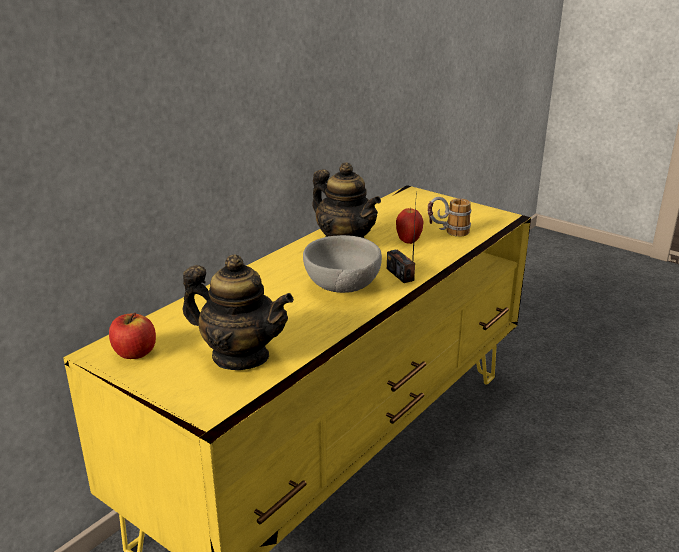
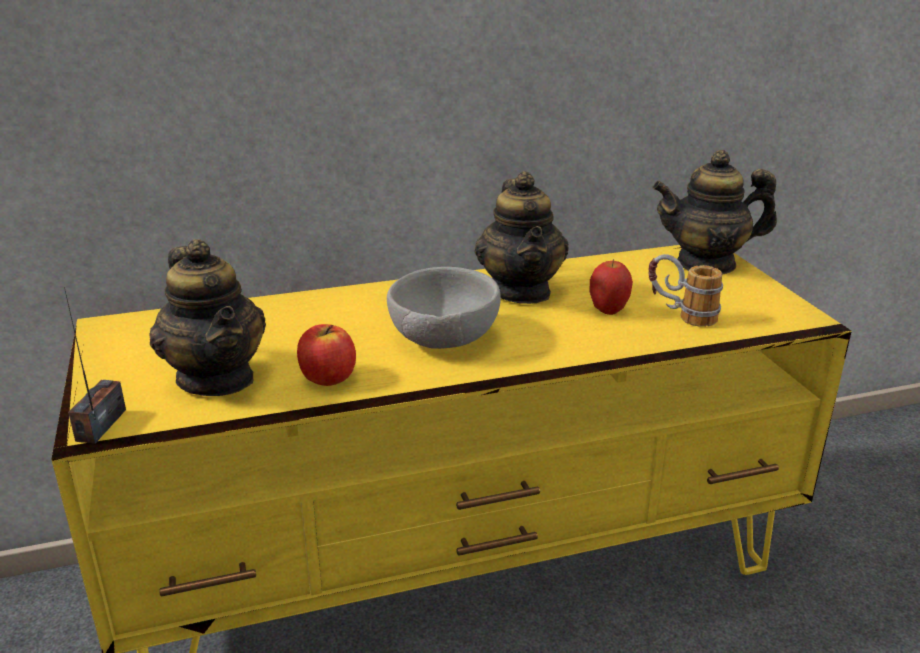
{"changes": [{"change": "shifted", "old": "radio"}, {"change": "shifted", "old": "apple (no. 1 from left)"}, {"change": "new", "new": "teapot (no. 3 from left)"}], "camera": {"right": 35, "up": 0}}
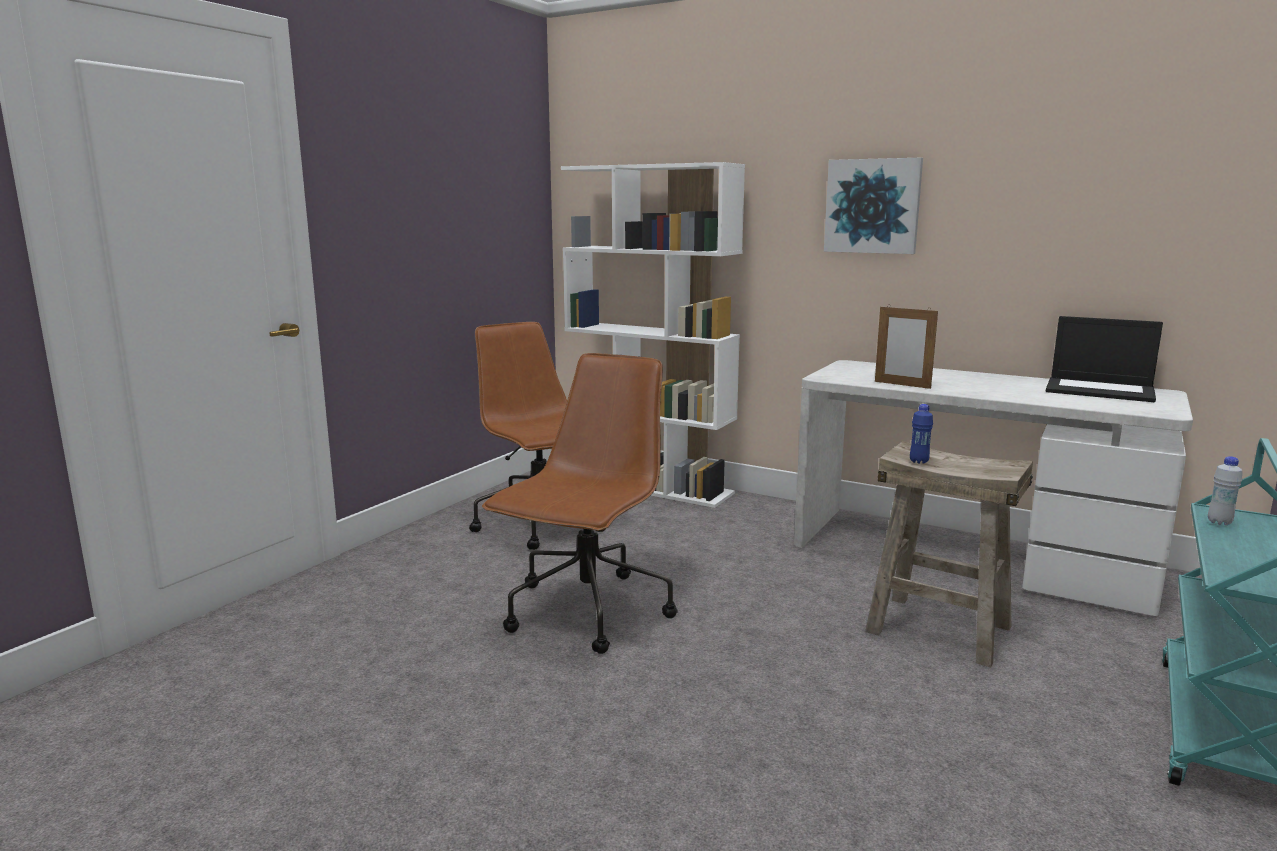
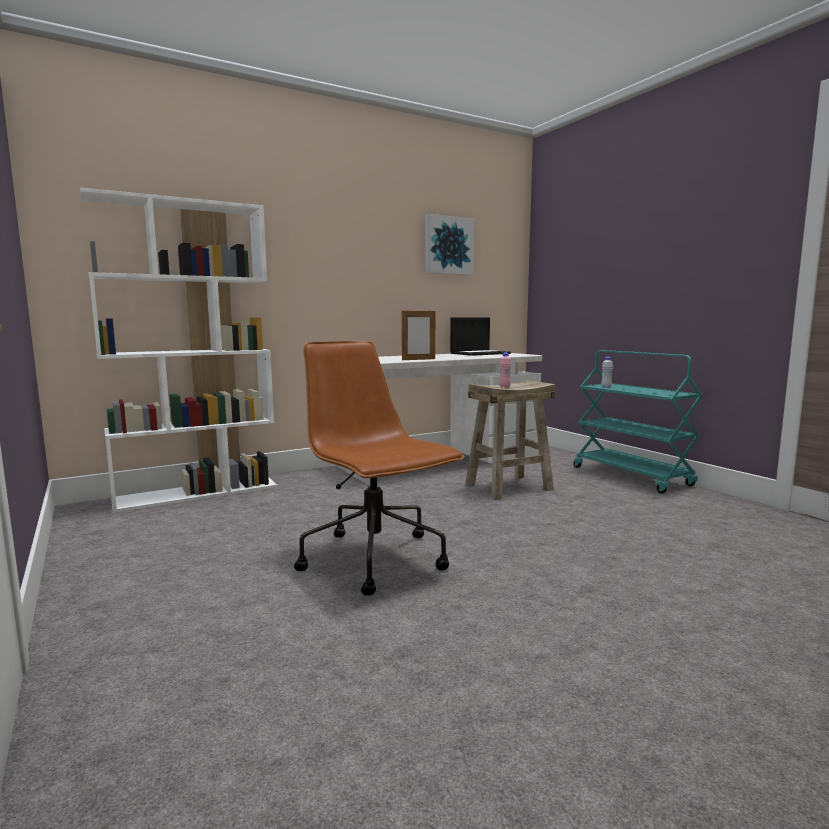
{"changes": [{"change": "shifted", "old": "picture"}, {"change": "gone", "old": "office chair/brown (no. 1 from left)"}, {"change": "repainted", "old": "bottle/blue", "new": "bottle/pink"}], "camera": {"right": -60, "up": -5}}
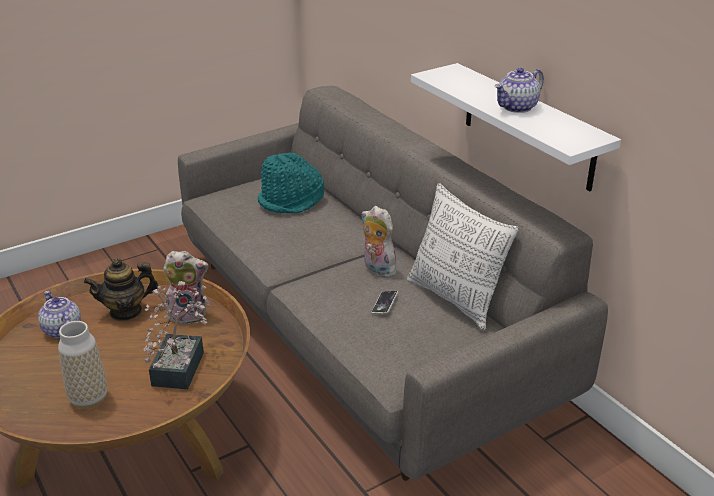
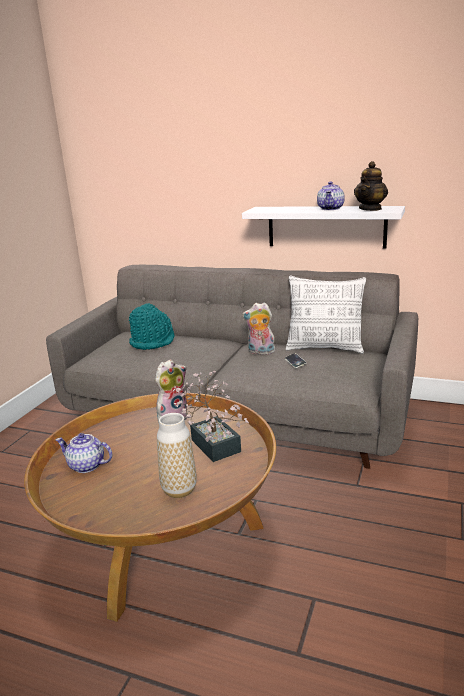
{"changes": [{"change": "shifted", "old": "teapot (no. 2 from left in the first image)", "new": "teapot (no. 3 from left)"}], "camera": {"right": -35, "up": -10}}
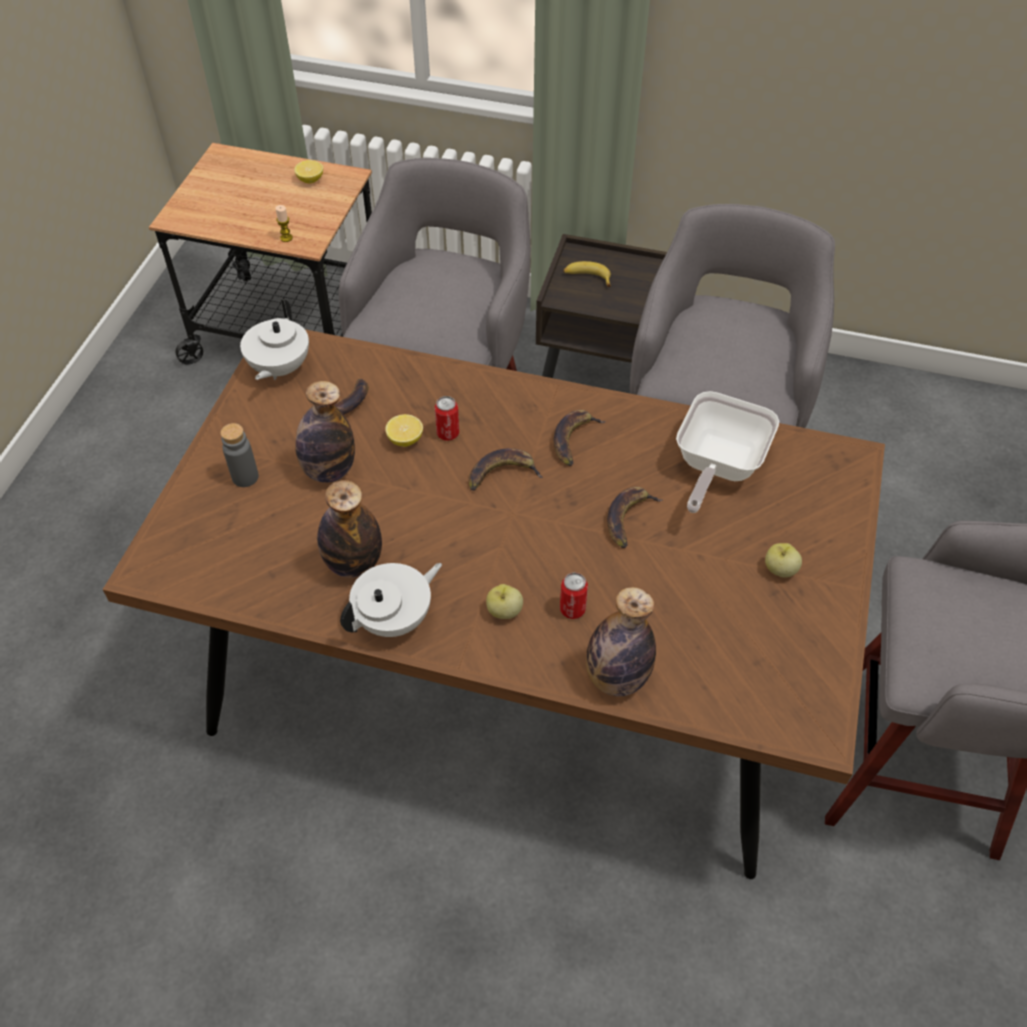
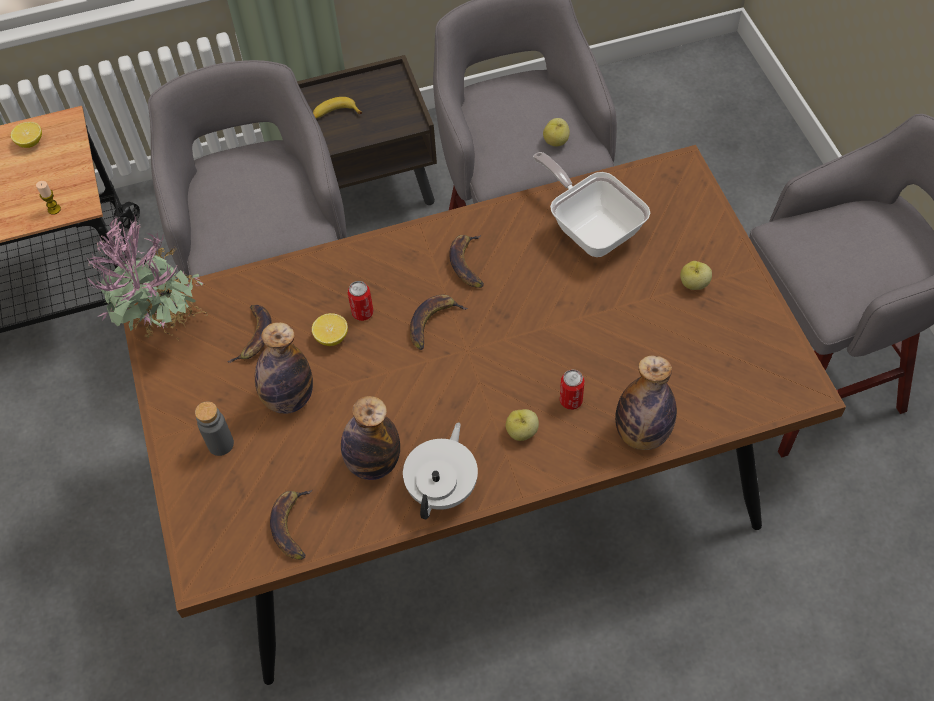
{"changes": [{"change": "swapped", "old": "teapot/white (no. 1 from left)", "new": "potted plant"}, {"change": "rotated", "old": "frying pan", "degrees": 150}, {"change": "shifted", "old": "banana (no. 5 from left in the first image)", "new": "banana (no. 2 from left)"}, {"change": "new", "new": "apple (no. 2 from left)"}], "camera": {"right": -30, "up": 5}}
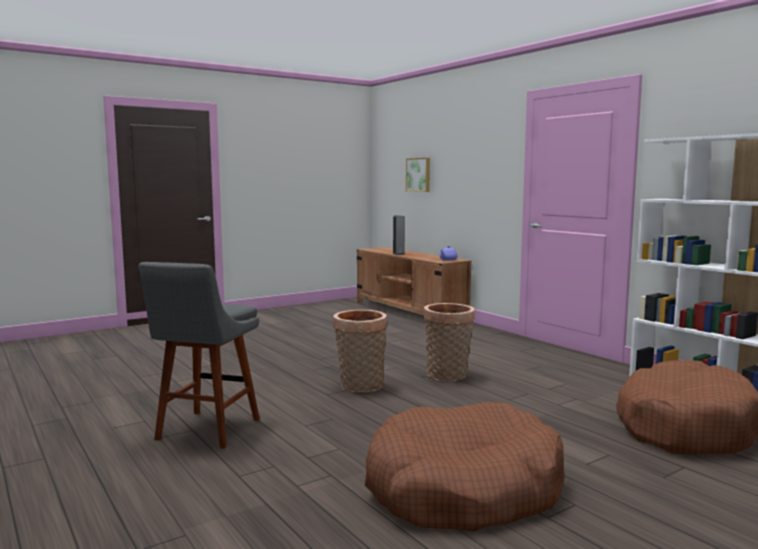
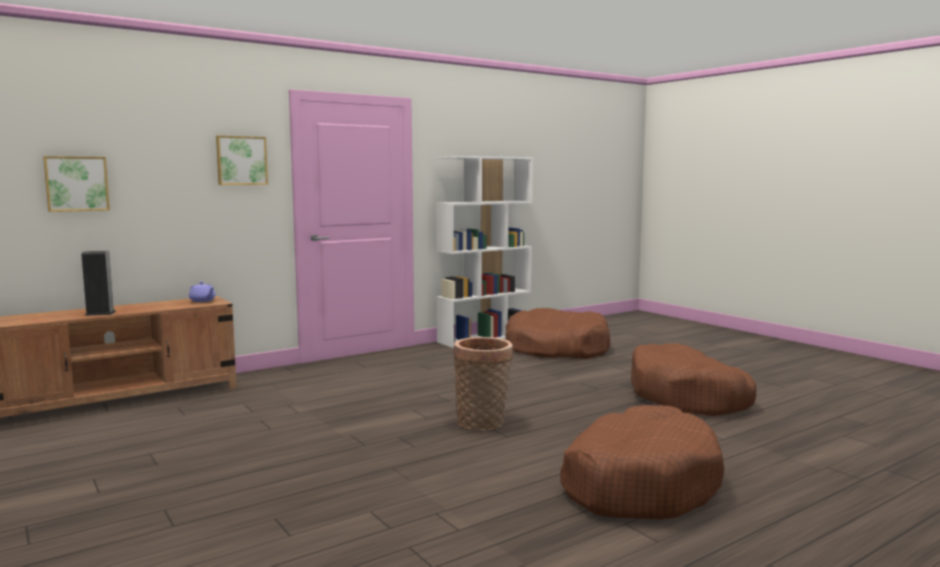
{"changes": [{"change": "swapped", "old": "stool/grey", "new": "dog bed/brown (no. 2 from left)"}, {"change": "gone", "old": "basket (no. 2 from left)"}, {"change": "new", "new": "picture (no. 2 from left)"}], "camera": {"right": -90, "up": 0}}
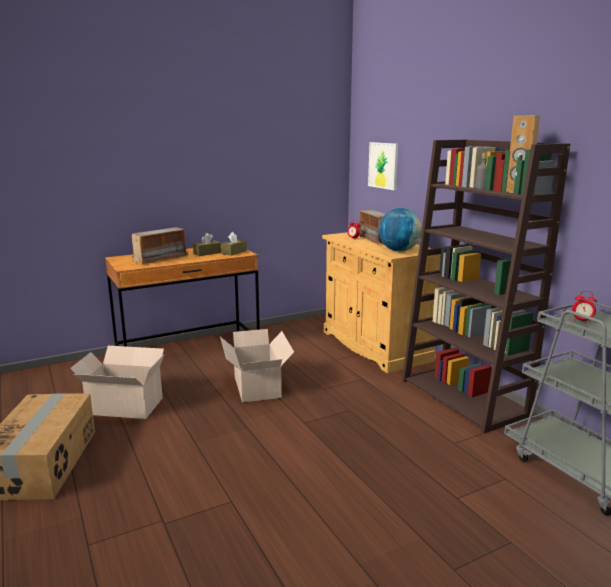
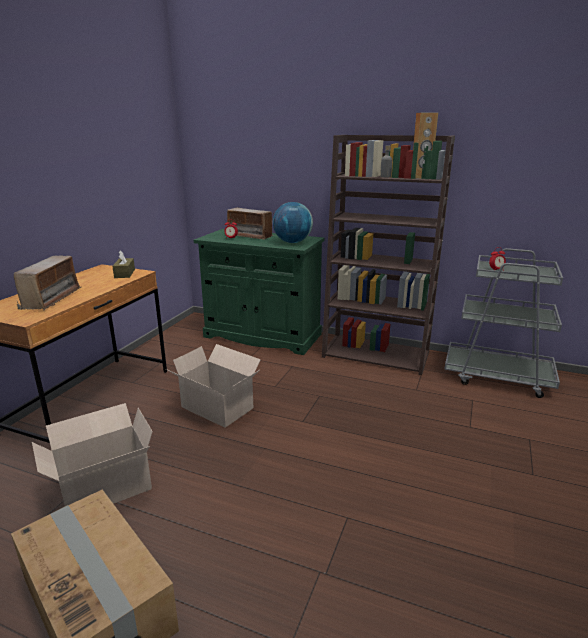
{"changes": [{"change": "gone", "old": "picture"}, {"change": "repainted", "old": "cabinet/beige", "new": "cabinet/green"}, {"change": "gone", "old": "tissue box/brown (no. 1 from left)"}], "camera": {"right": -40, "up": 5}}
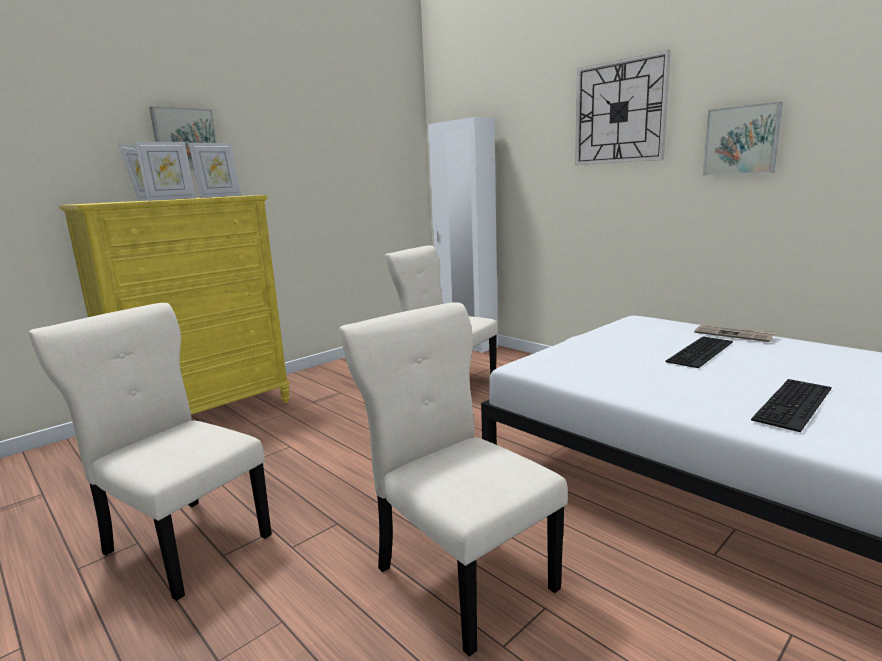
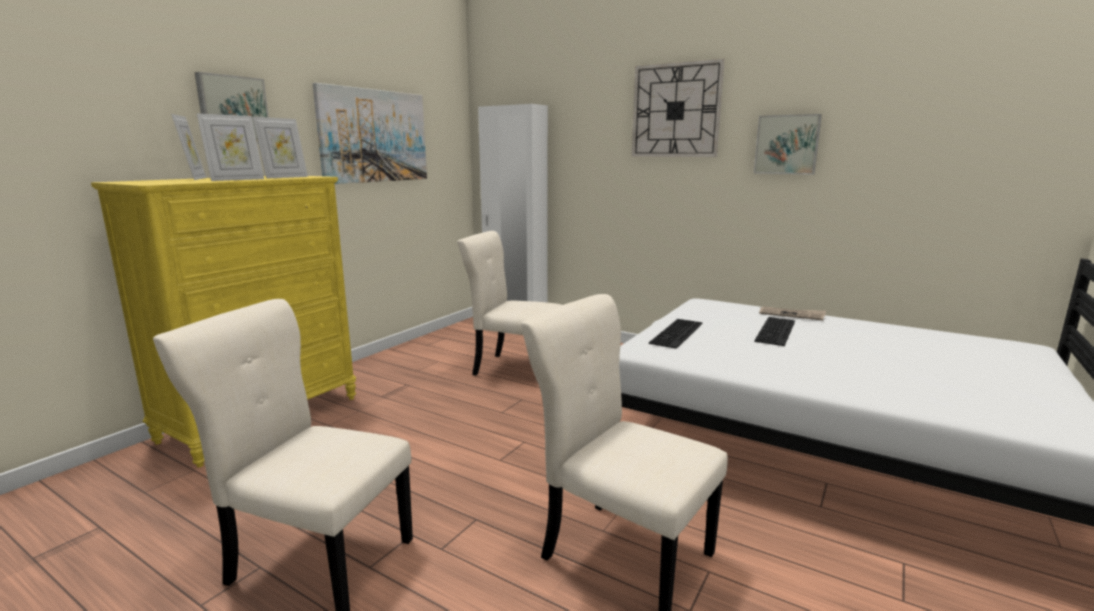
{"changes": [{"change": "shifted", "old": "keyboard (no. 2 from left in the first image)", "new": "keyboard (no. 1 from left)"}, {"change": "new", "new": "picture (no. 2 from left)"}], "camera": {"right": -15, "up": 0}}
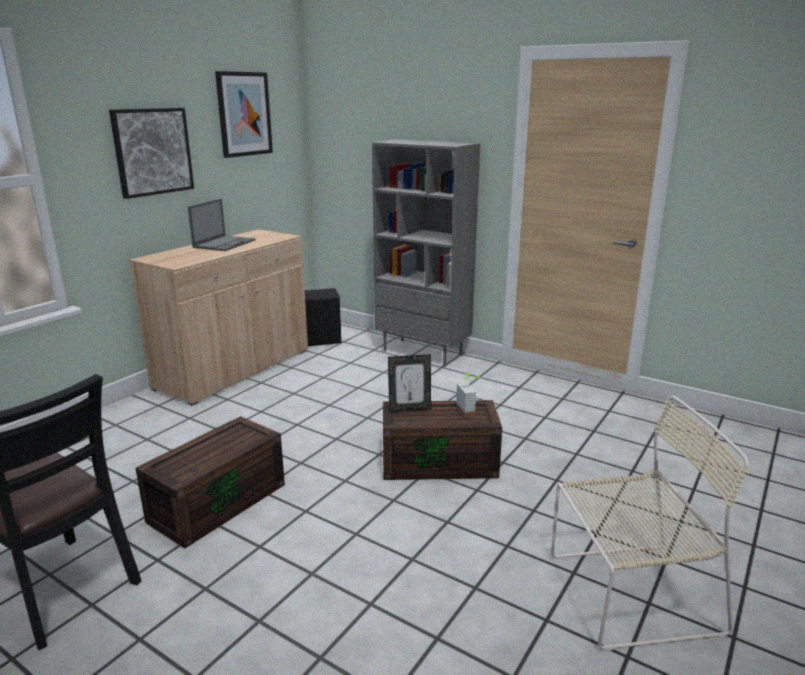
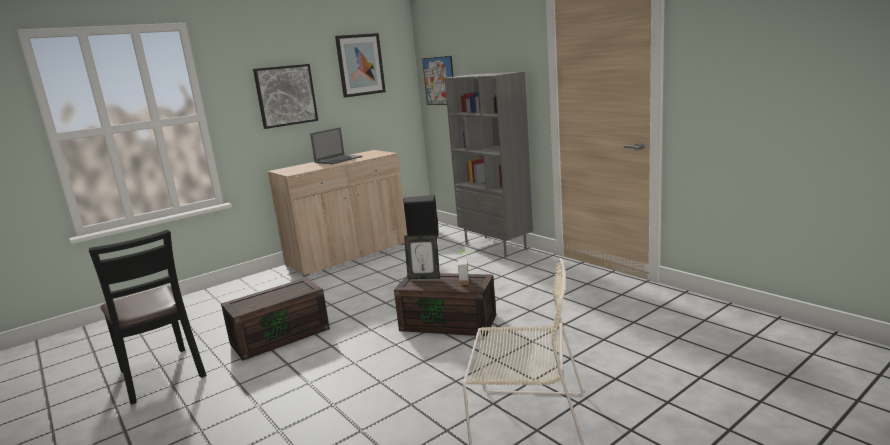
{"changes": [{"change": "new", "new": "picture (no. 3 from left)"}], "camera": {"right": 20, "up": -5}}
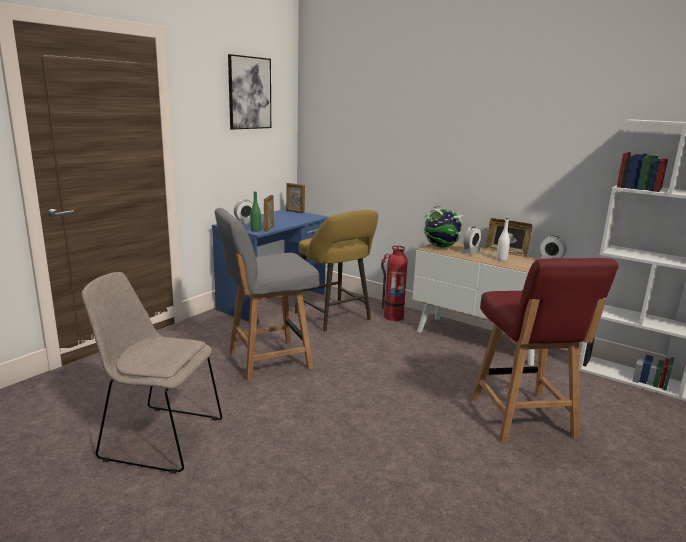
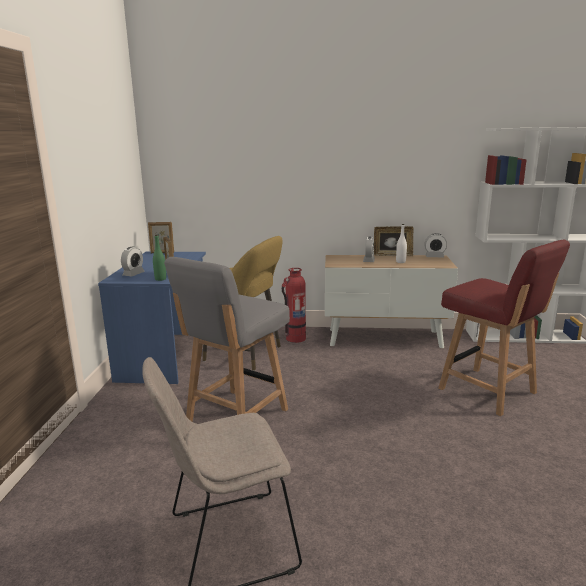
{"changes": [{"change": "gone", "old": "picture"}, {"change": "gone", "old": "globe"}], "camera": {"right": -30, "up": 0}}
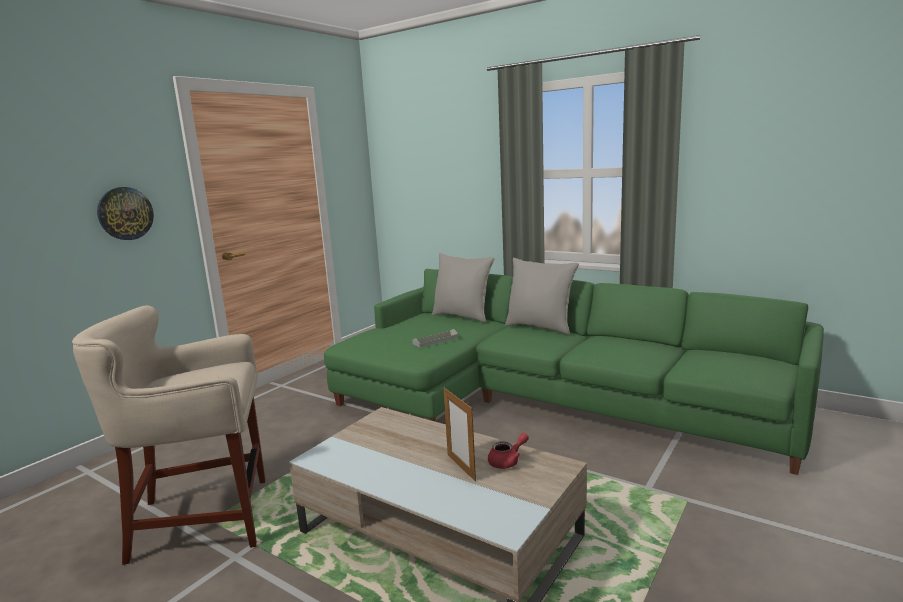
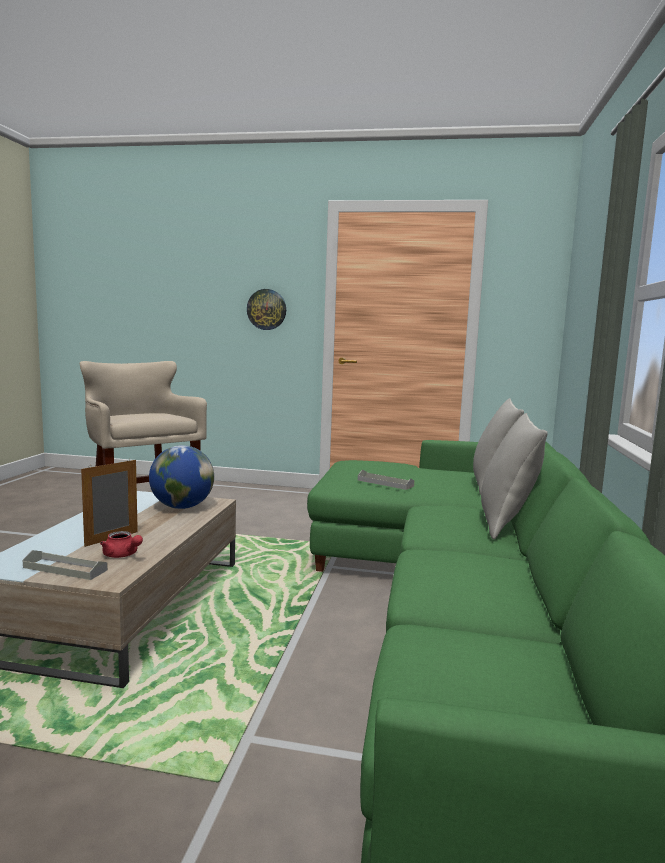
{"changes": [{"change": "new", "new": "globe"}, {"change": "new", "new": "tray/grey (no. 1 from left)"}], "camera": {"right": 65, "up": -5}}
